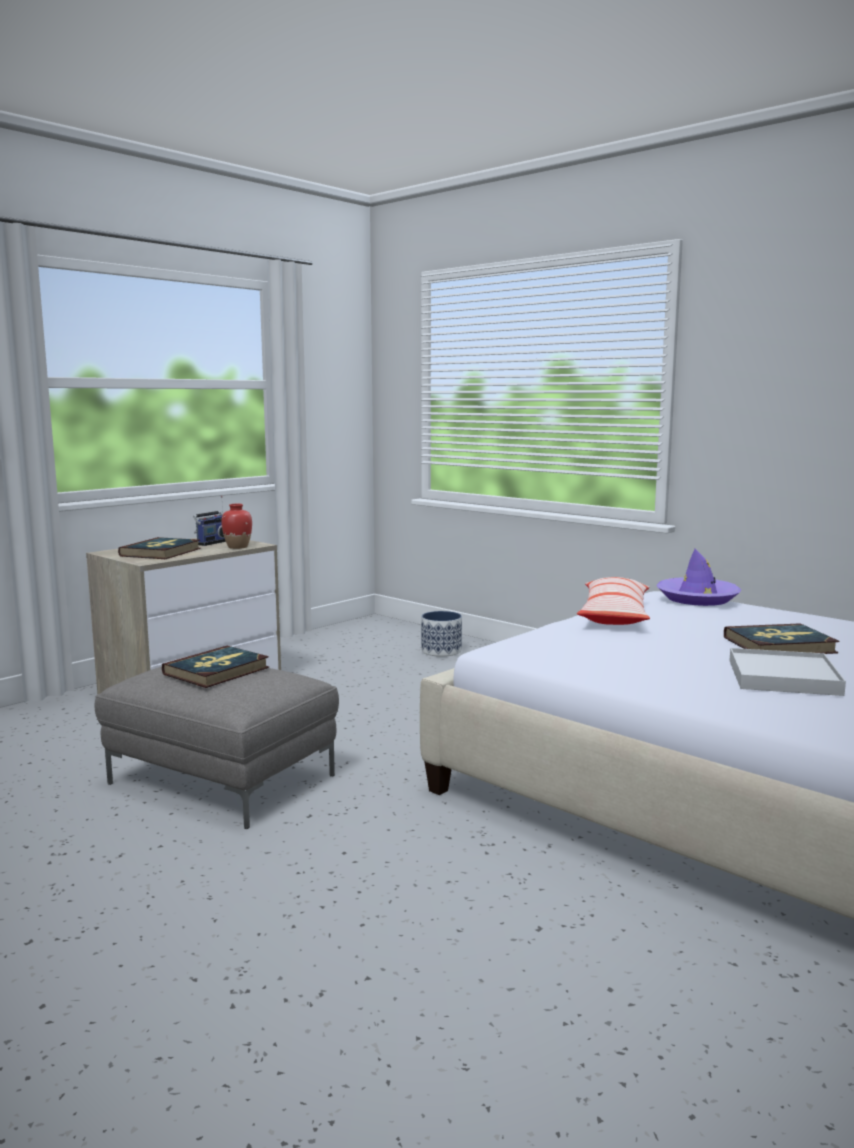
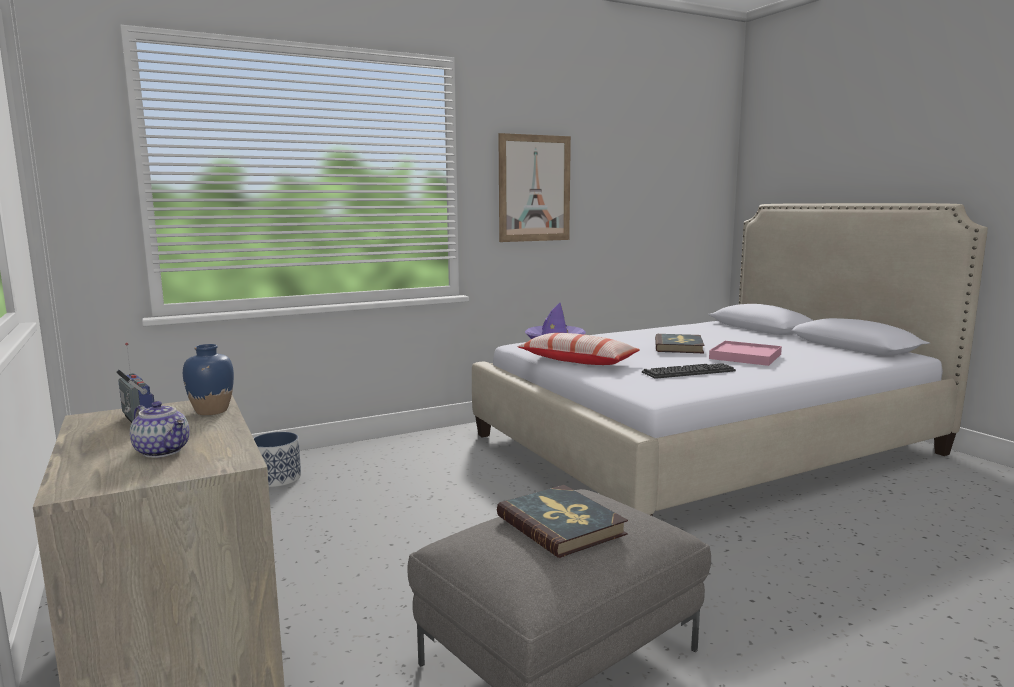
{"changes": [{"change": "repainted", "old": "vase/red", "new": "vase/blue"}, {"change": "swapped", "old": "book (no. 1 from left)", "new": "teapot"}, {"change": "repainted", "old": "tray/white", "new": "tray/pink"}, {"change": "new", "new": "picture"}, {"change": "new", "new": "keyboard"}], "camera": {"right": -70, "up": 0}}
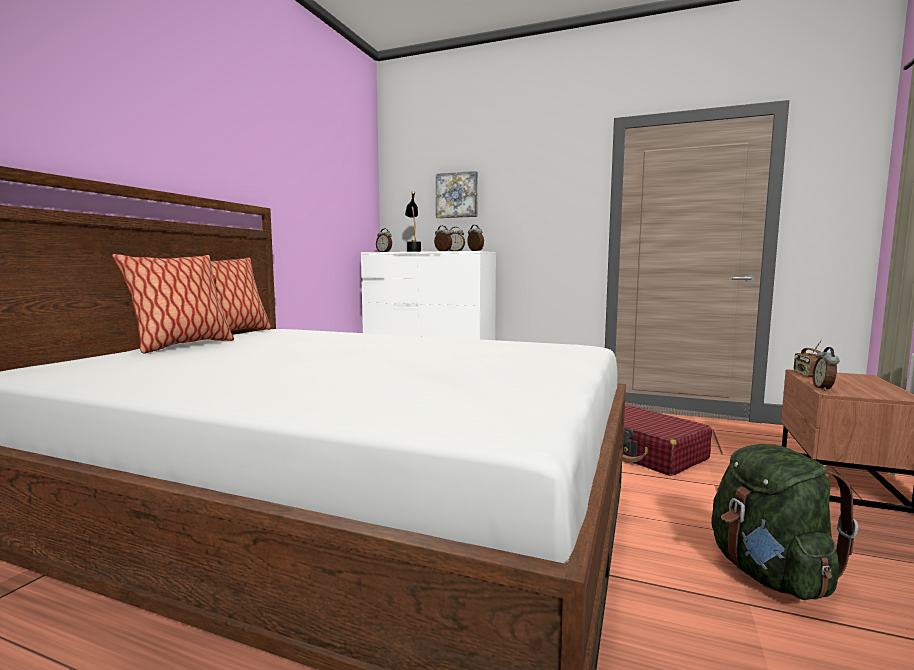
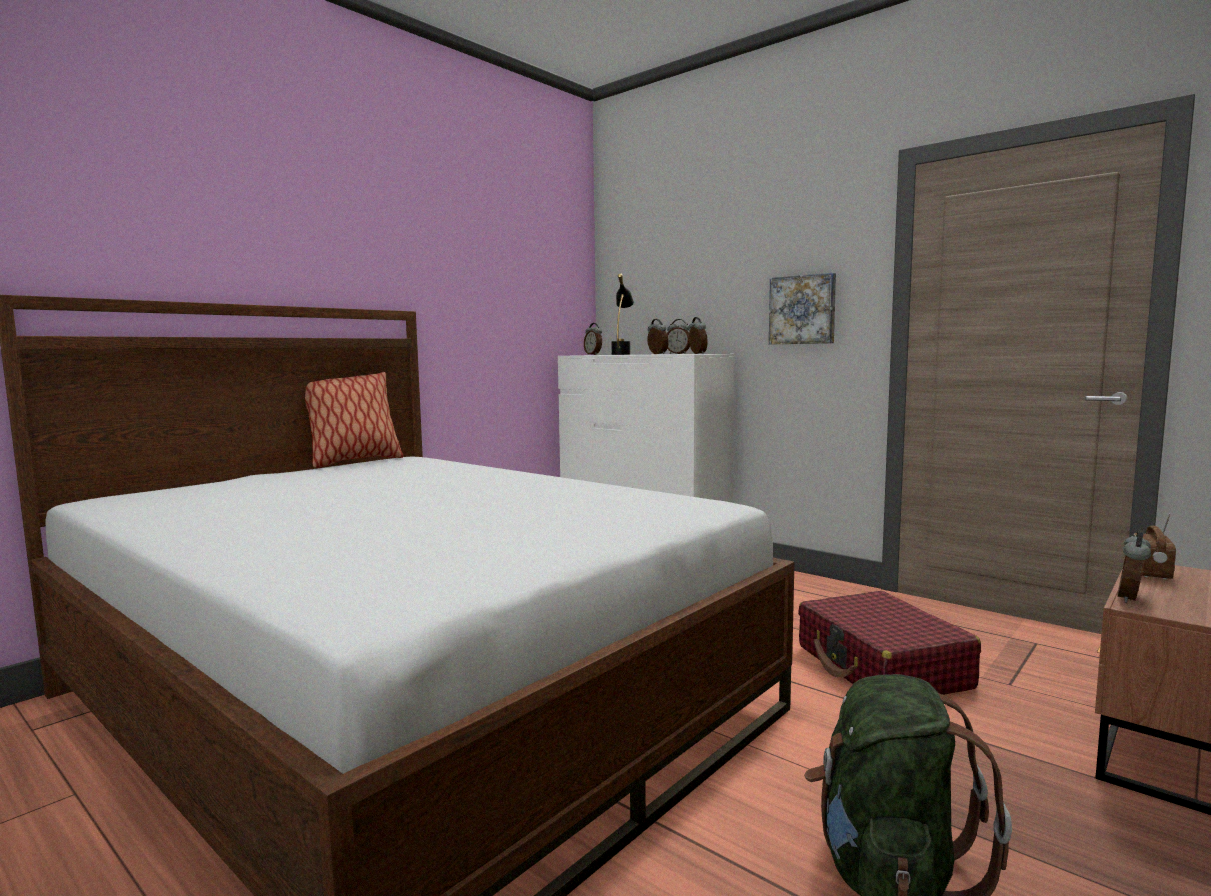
{"changes": [{"change": "shifted", "old": "picture"}, {"change": "gone", "old": "pillow (no. 1 from left)"}], "camera": {"right": 20, "up": 0}}
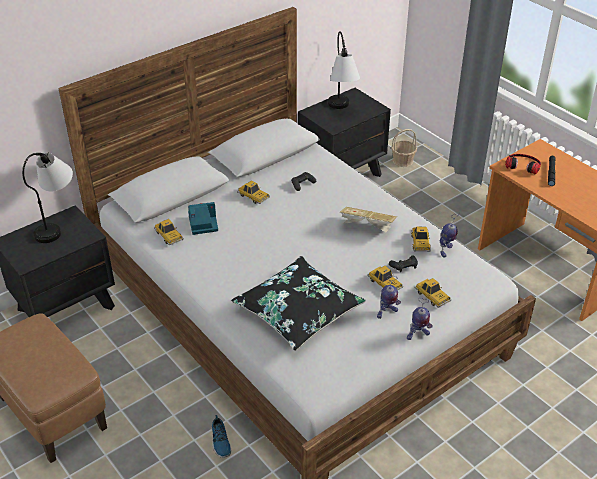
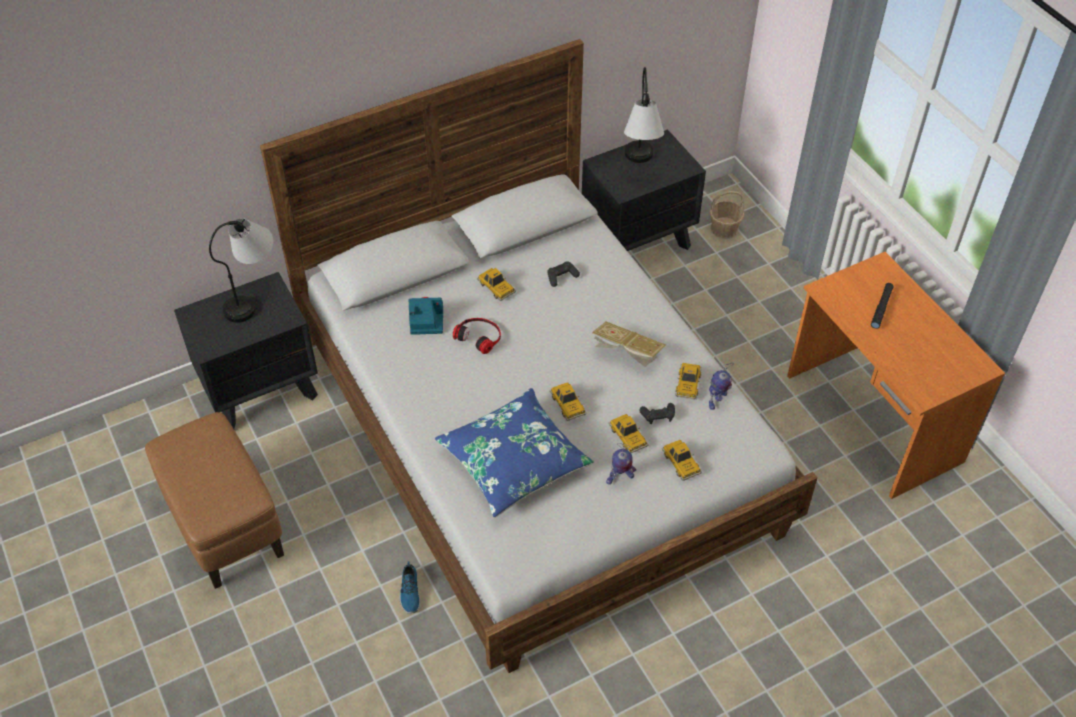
{"changes": [{"change": "shifted", "old": "headphones"}, {"change": "shifted", "old": "toy car (no. 1 from left in the first image)", "new": "toy car (no. 2 from left)"}, {"change": "repainted", "old": "pillow/black", "new": "pillow/blue"}, {"change": "gone", "old": "toy robot (no. 2 from left)"}], "camera": {"right": 10, "up": 10}}
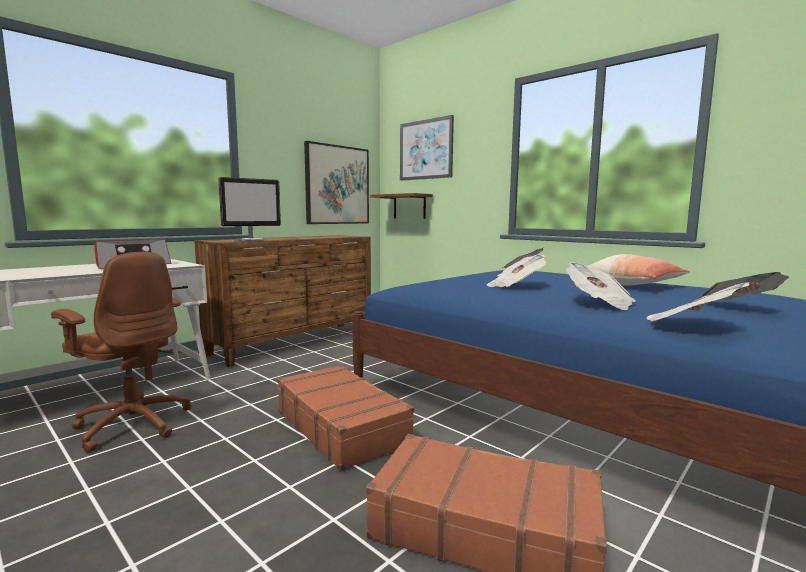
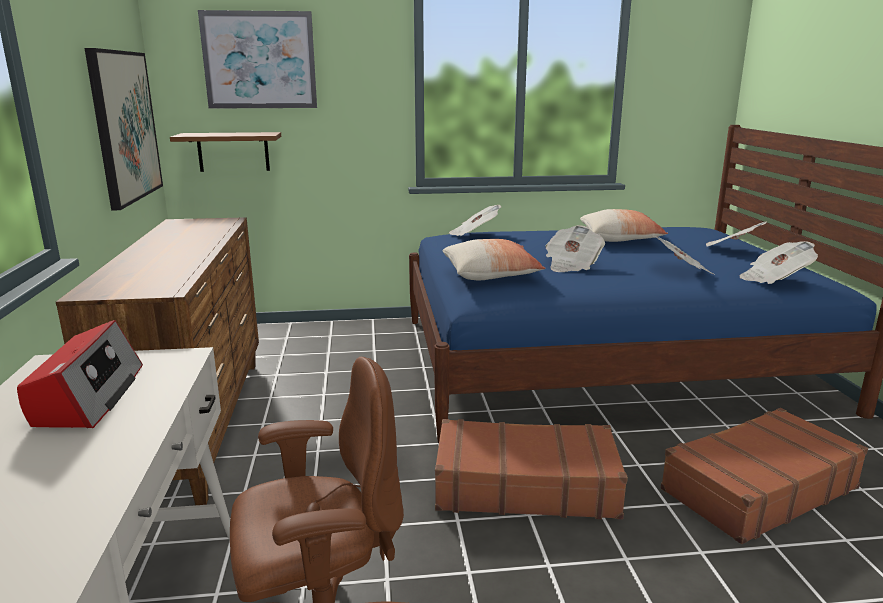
{"changes": [{"change": "gone", "old": "monitor"}, {"change": "new", "new": "pillow (no. 1 from left)"}], "camera": {"right": -50, "up": 10}}
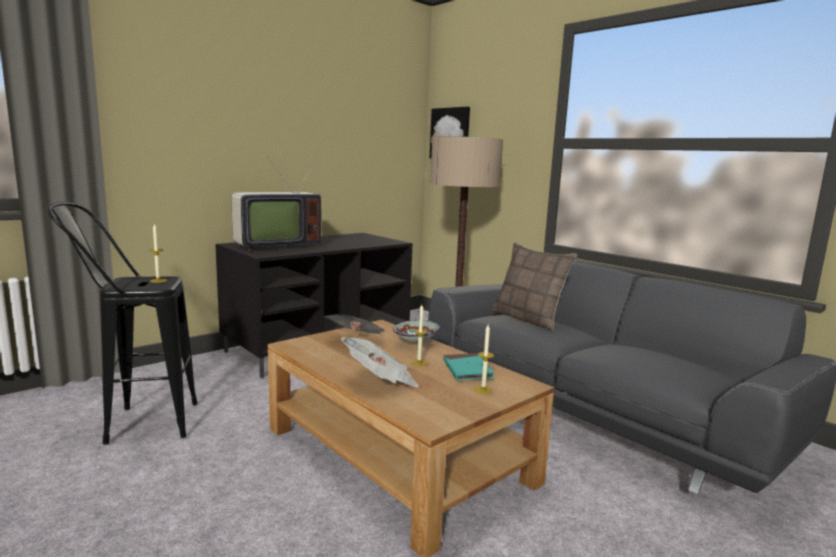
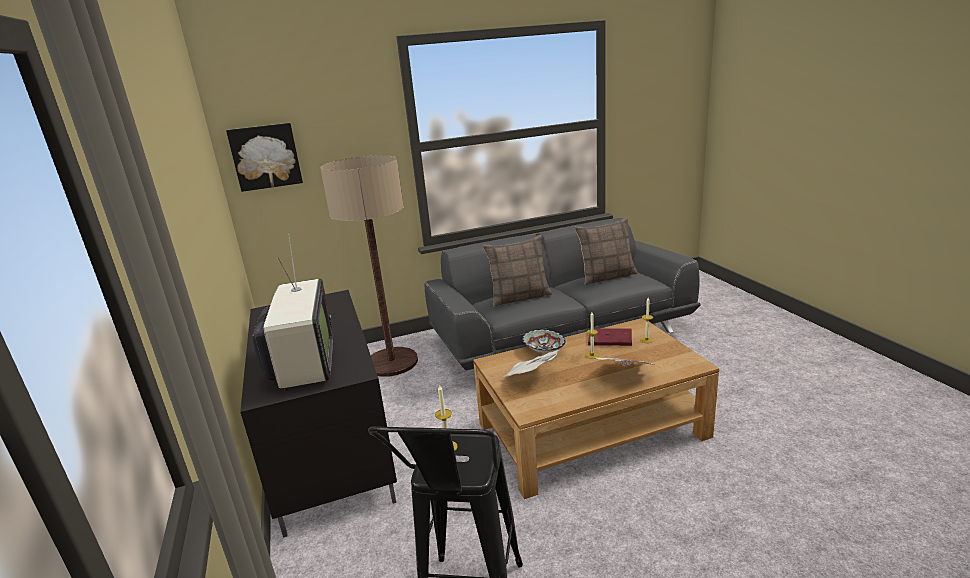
{"changes": [{"change": "repainted", "old": "book/turquoise", "new": "book/red"}, {"change": "new", "new": "pillow (no. 2 from left)"}], "camera": {"right": -65, "up": 10}}
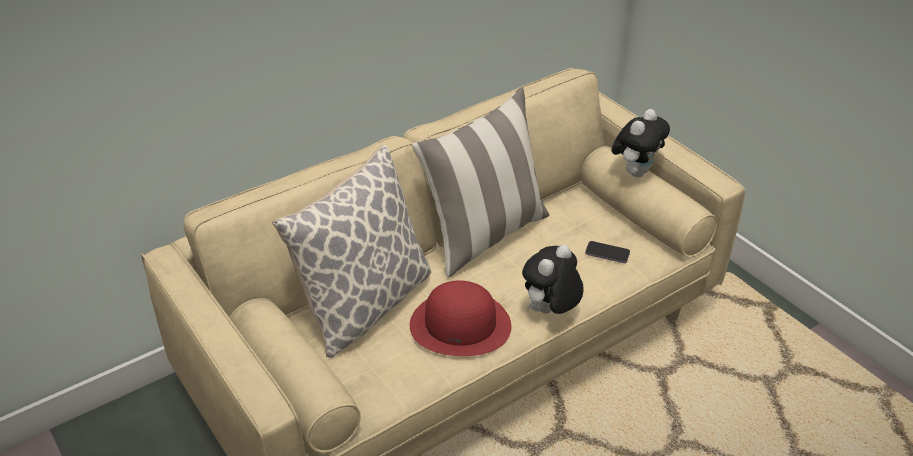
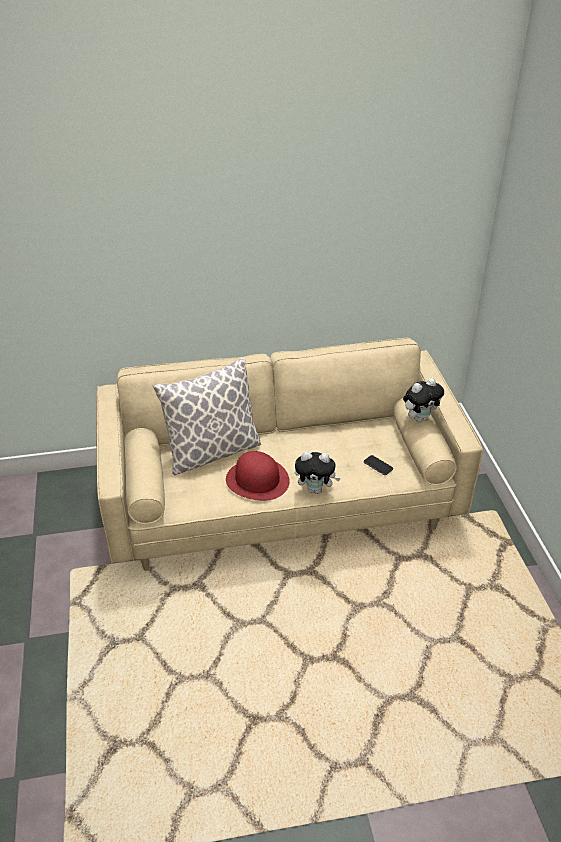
{"changes": [{"change": "gone", "old": "pillow (no. 2 from left)"}, {"change": "rotated", "old": "plush toy (no. 1 from left)", "degrees": -150}], "camera": {"right": 25, "up": 0}}
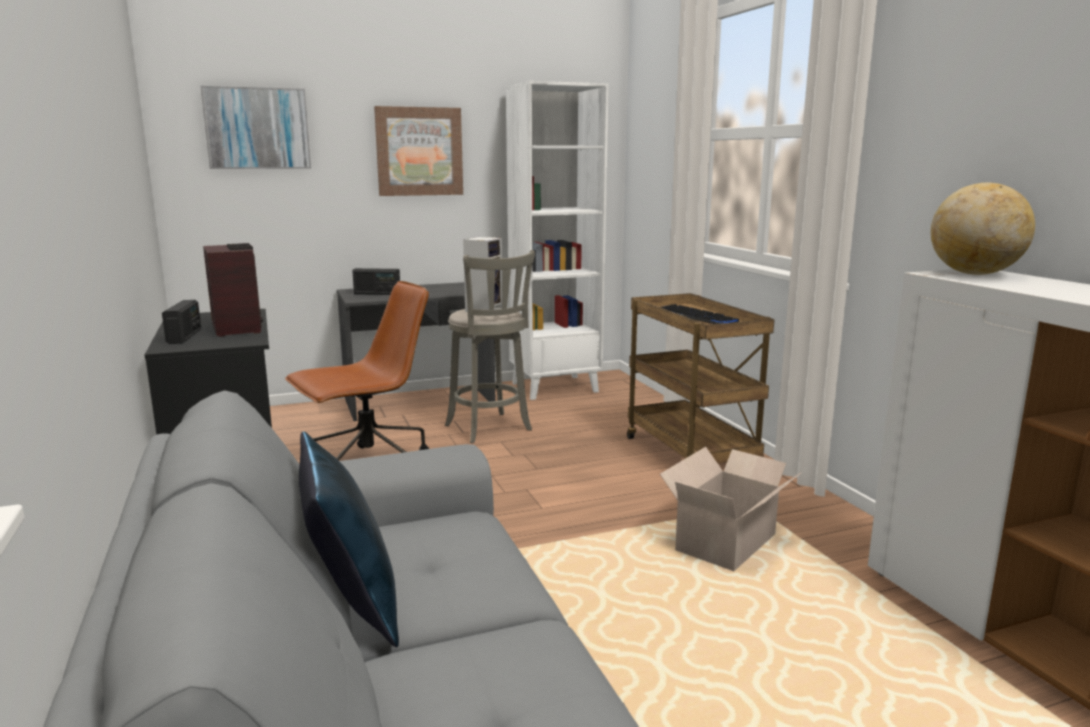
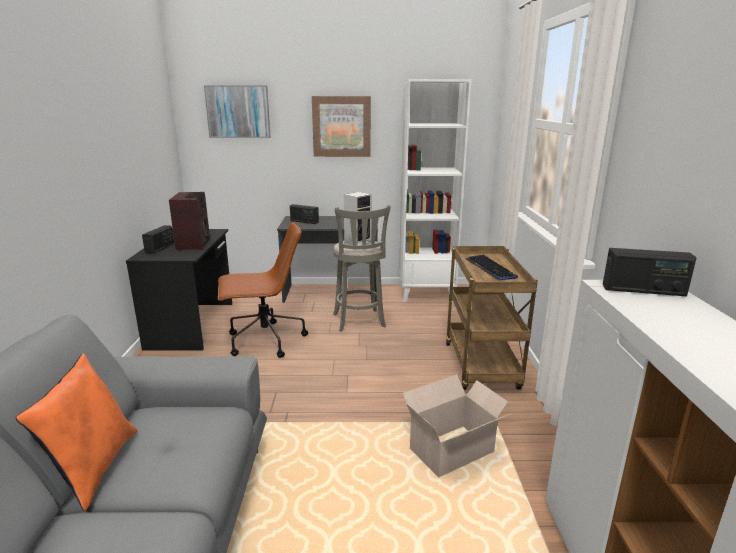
{"changes": [{"change": "swapped", "old": "globe", "new": "radio (no. 4 from left)"}, {"change": "repainted", "old": "pillow/blue", "new": "pillow/orange"}], "camera": {"right": 20, "up": 5}}
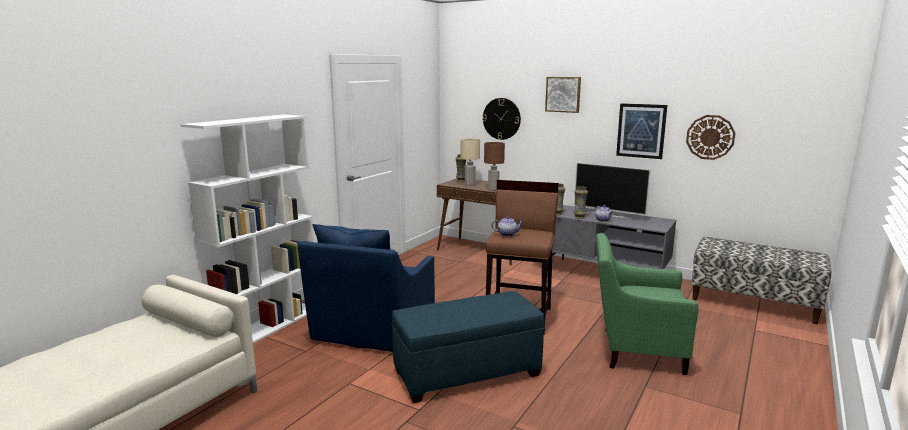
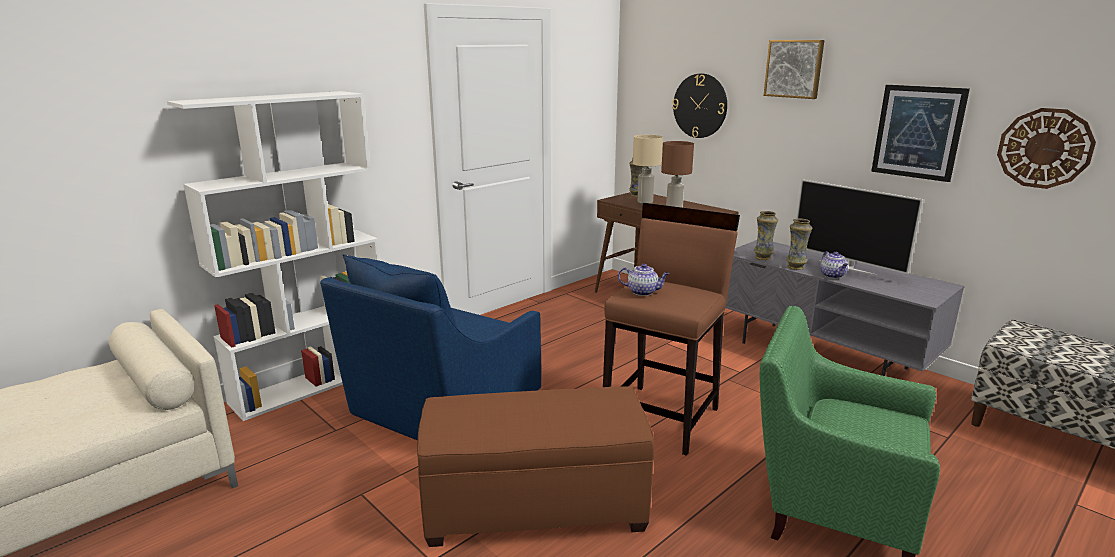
{"changes": [{"change": "repainted", "old": "ottoman/blue", "new": "ottoman/brown"}], "camera": {"right": 15, "up": 5}}
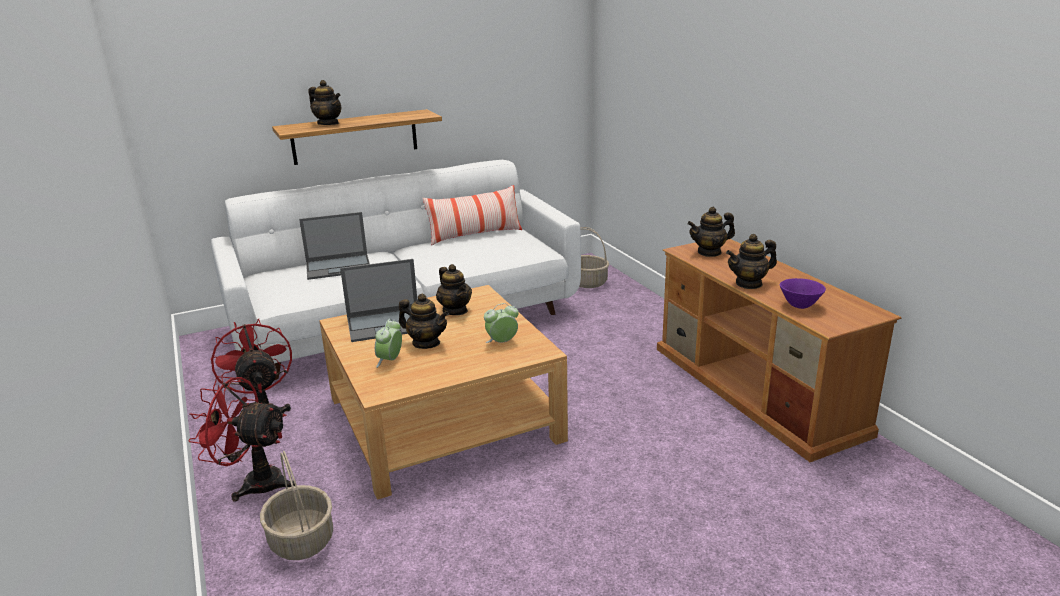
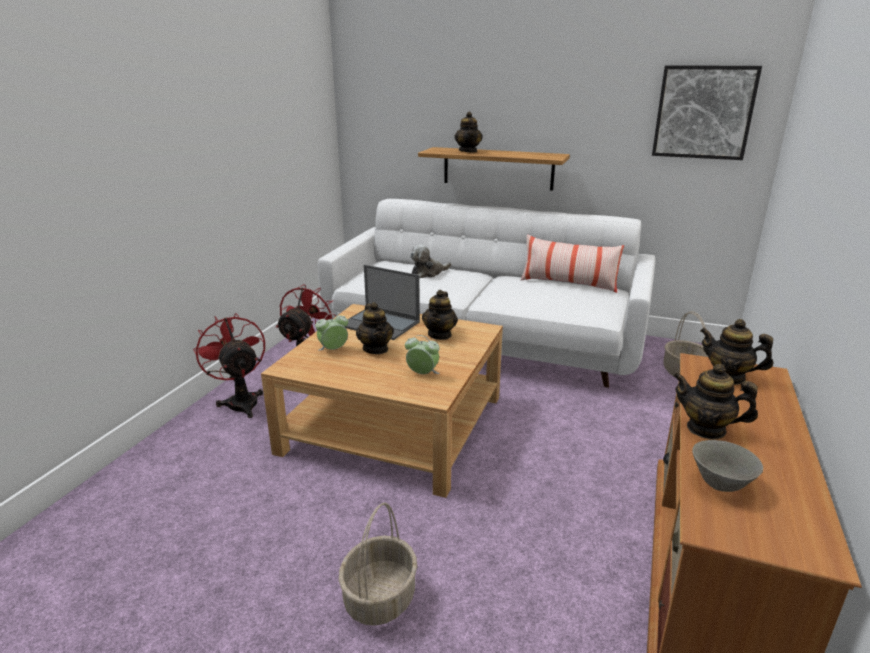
{"changes": [{"change": "swapped", "old": "laptop (no. 1 from left)", "new": "plush toy"}, {"change": "repainted", "old": "bowl/purple", "new": "bowl/grey"}, {"change": "shifted", "old": "basket (no. 1 from left)"}, {"change": "new", "new": "picture"}], "camera": {"right": 45, "up": 0}}
